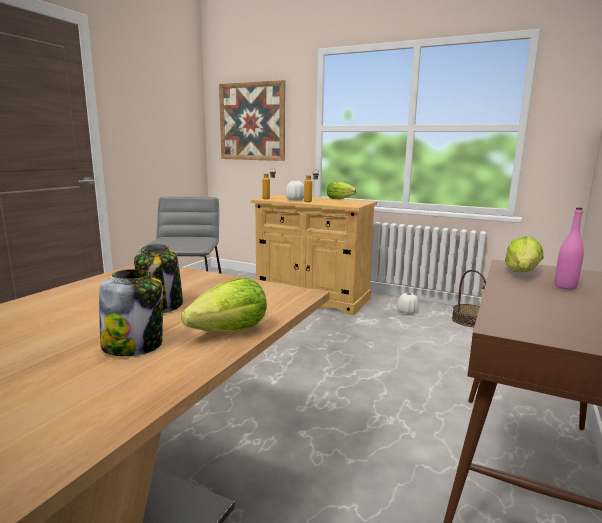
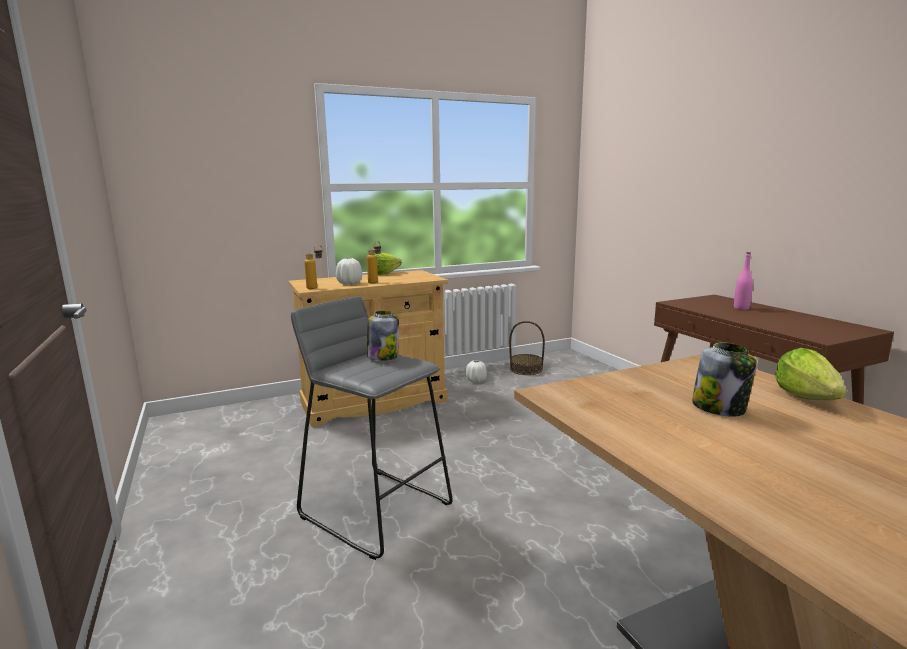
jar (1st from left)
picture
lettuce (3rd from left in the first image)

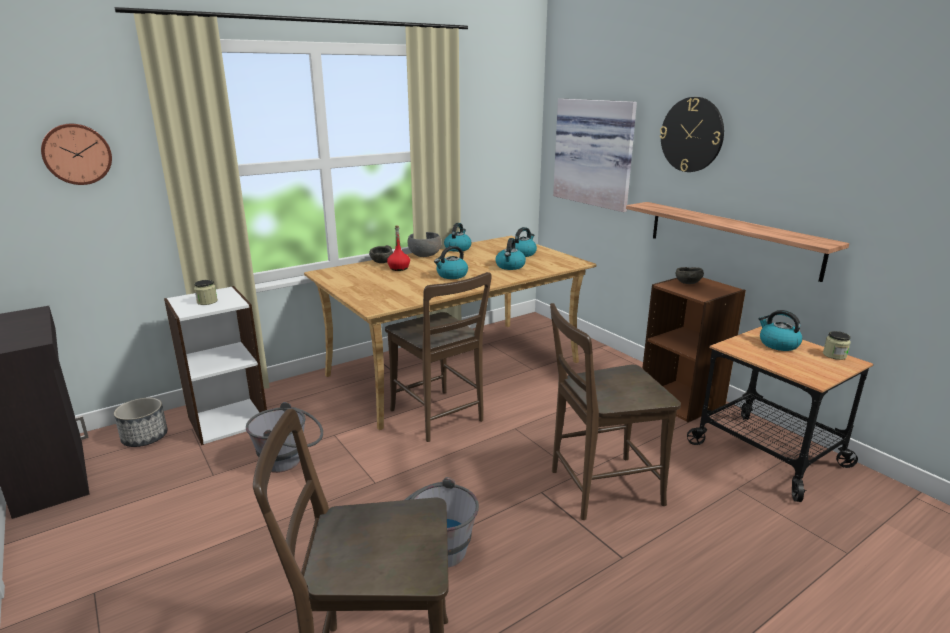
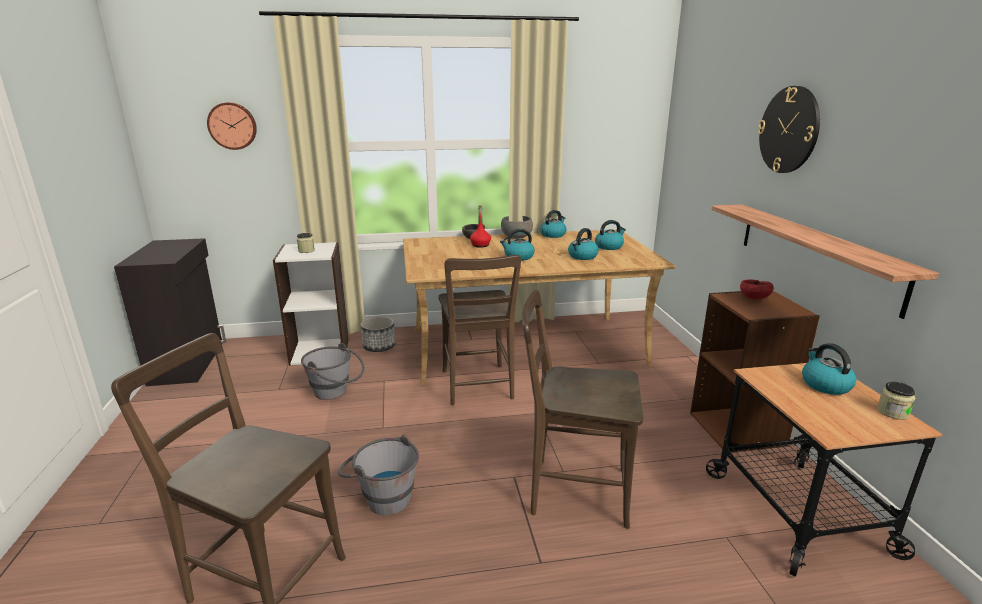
planter
bowl (red)
picture

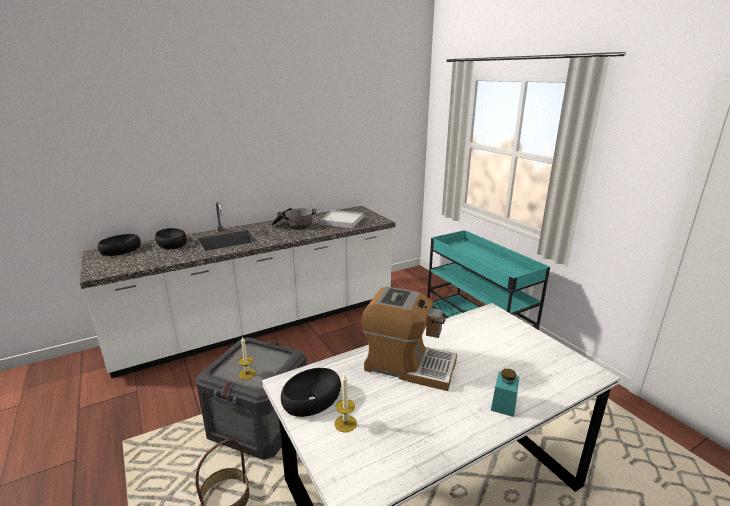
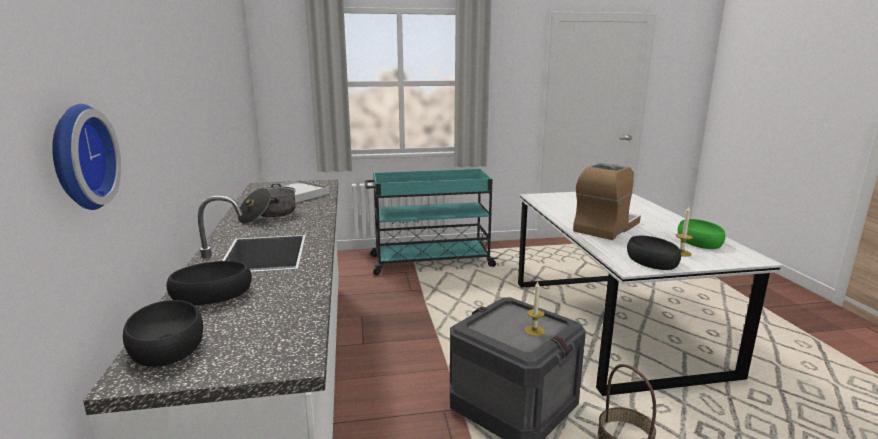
wall clock
bowl (green)
jar (turquoise)

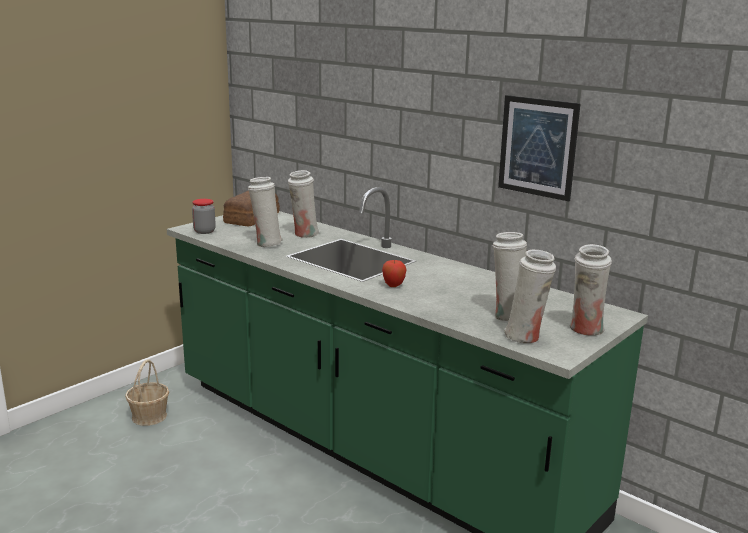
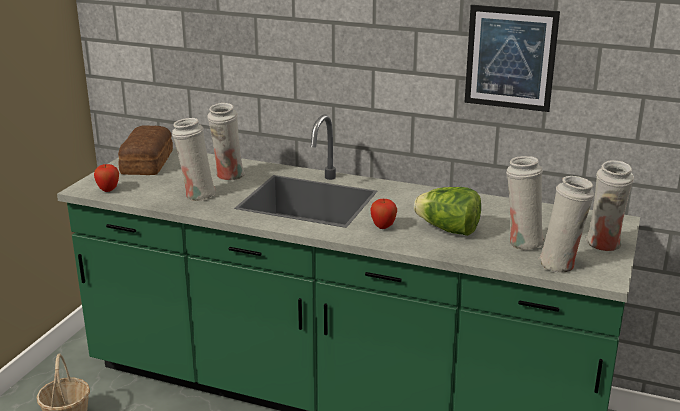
apple (1st from left)
lettuce

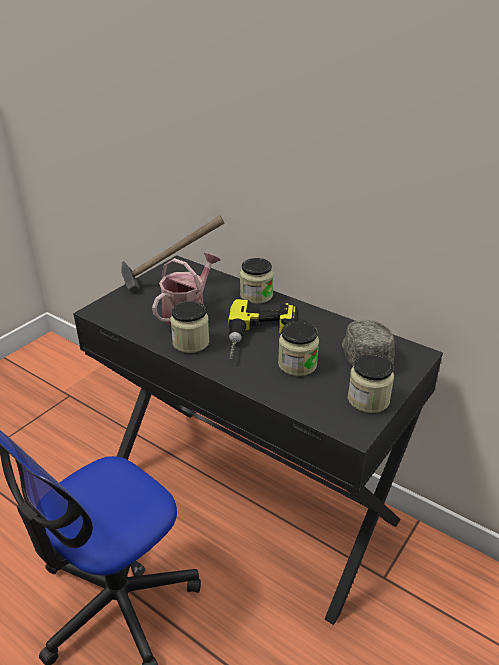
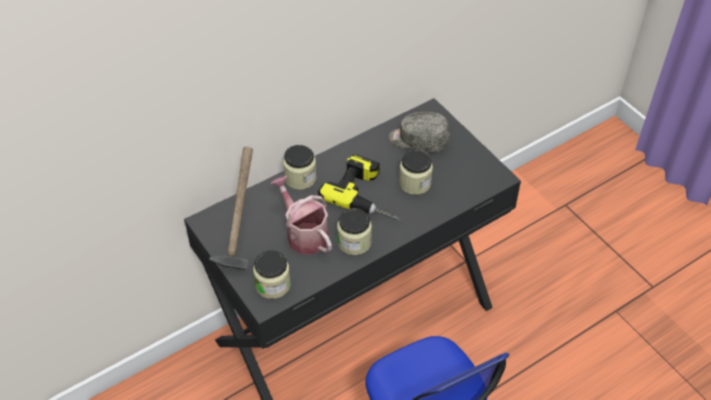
jar (1st from left)

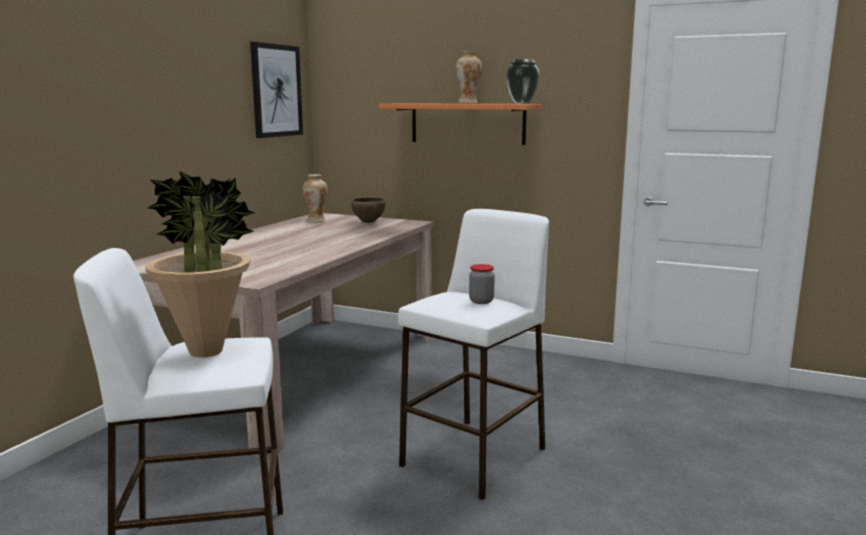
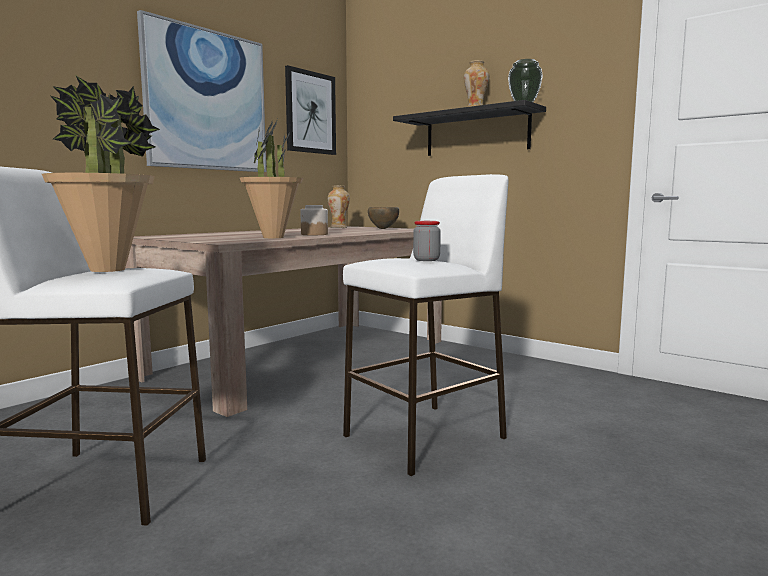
picture (1st from left)
potted plant (2nd from left)
jar (1st from left)
shelf (black)

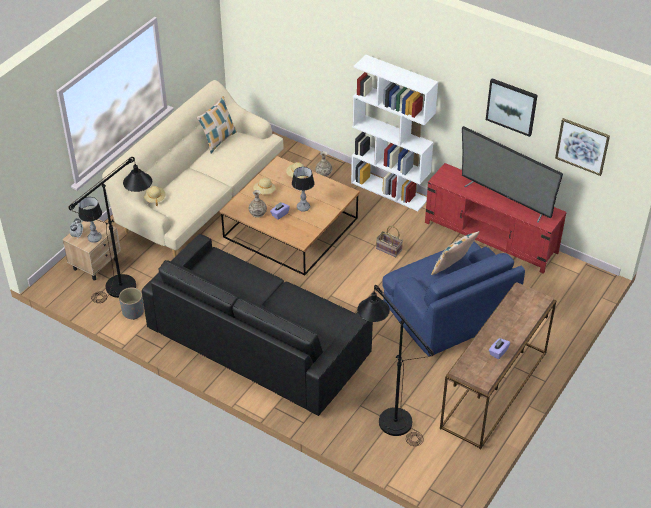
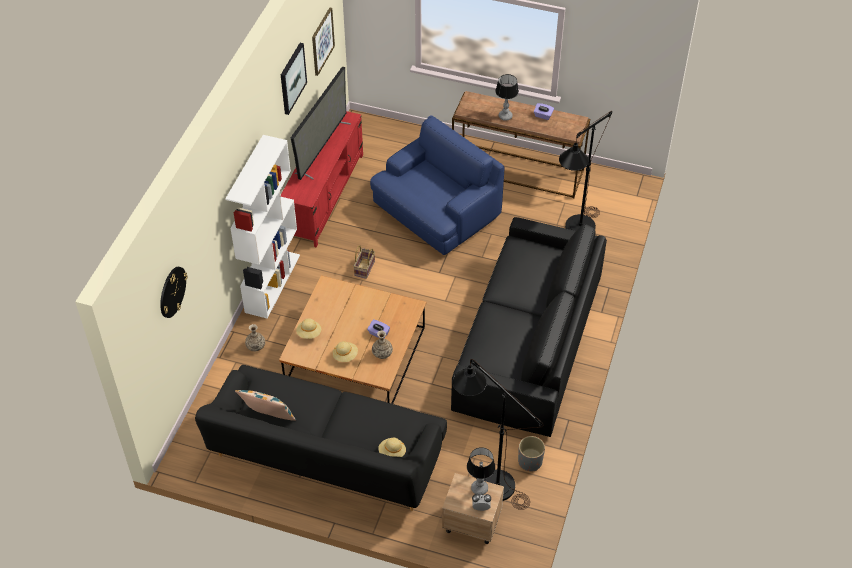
wall clock
sofa (black) (1st from left)
table lamp (2nd from left)
pillow (2nd from left in the first image)

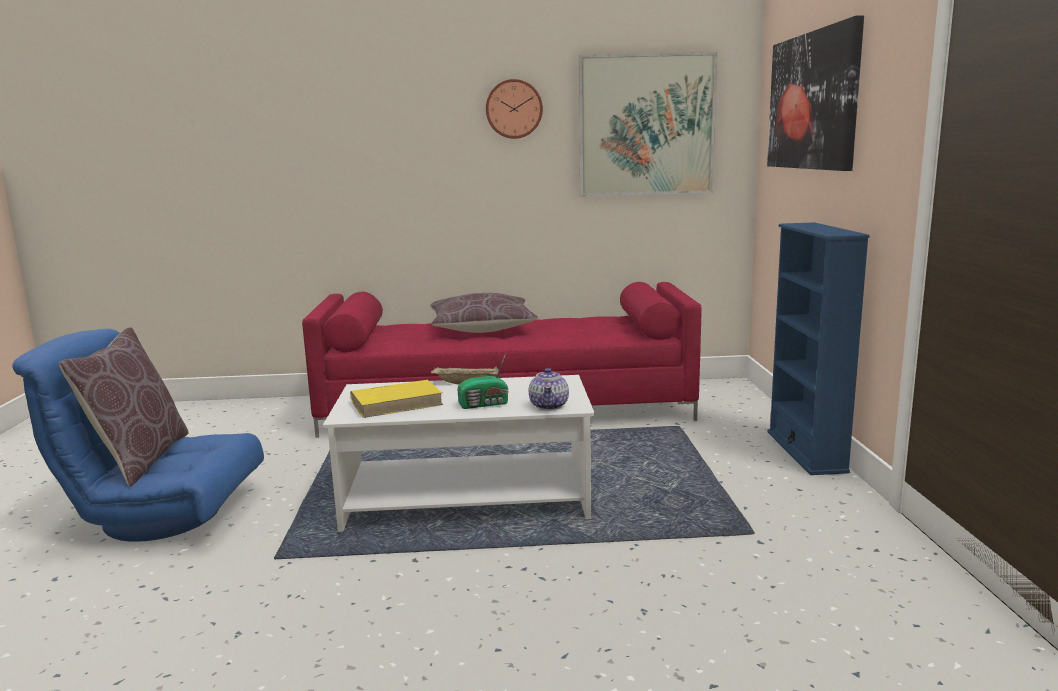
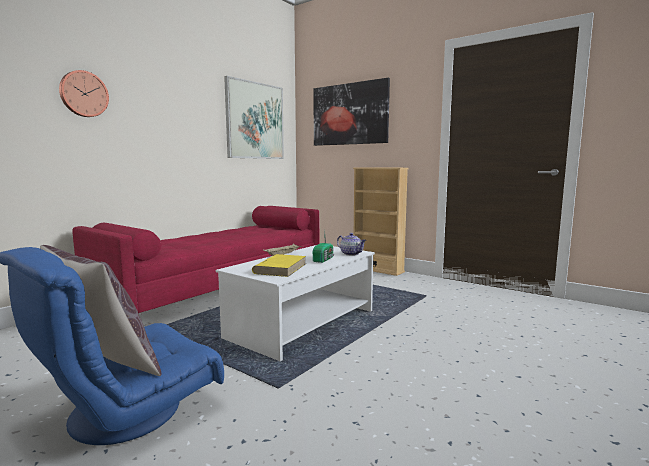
wall clock
bookcase (beige)
pillow (brown) (2nd from left in the first image)

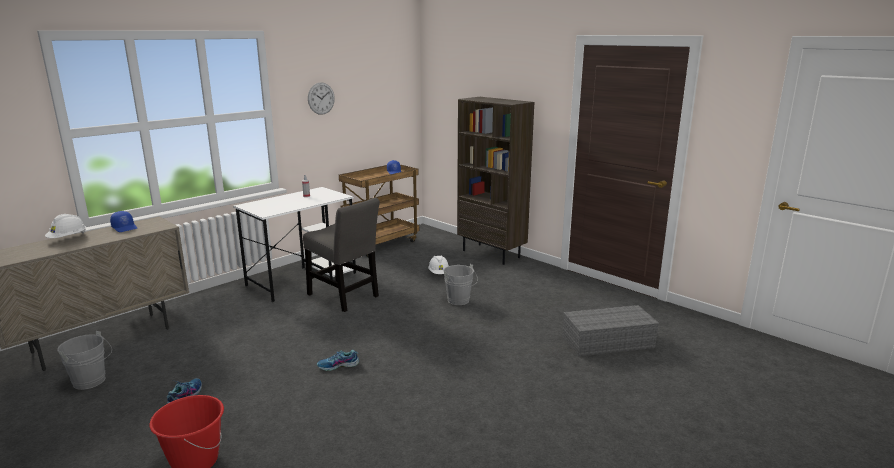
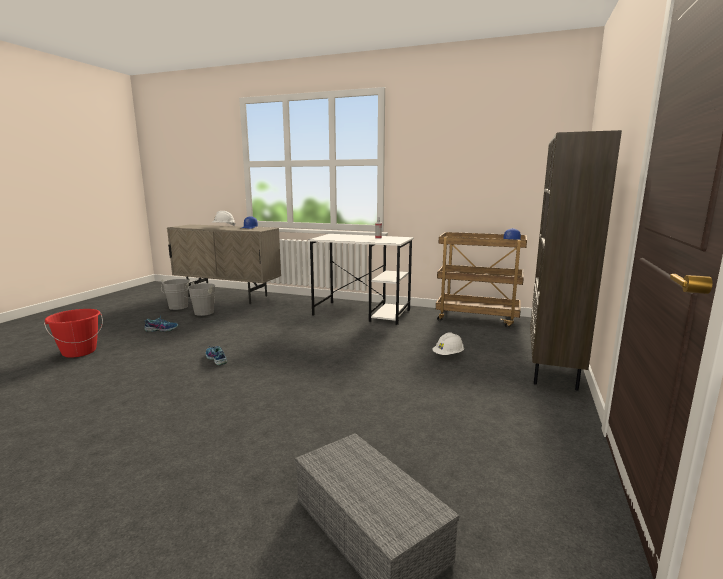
bucket (grey) (2nd from left)
chair (grey)
wall clock

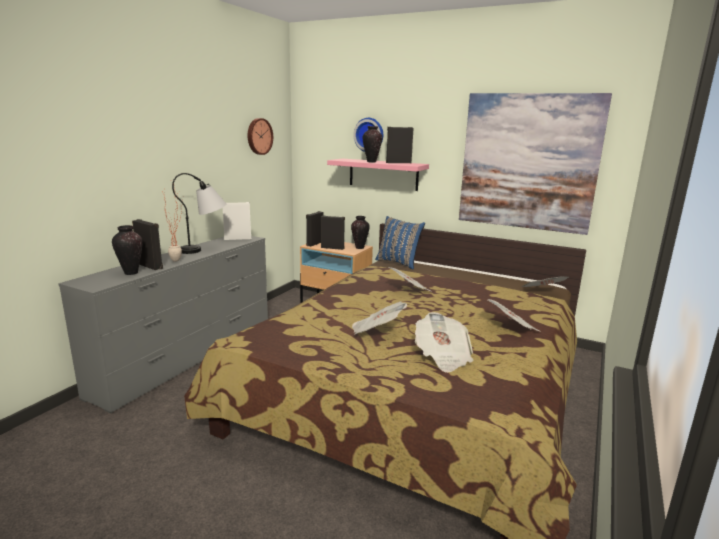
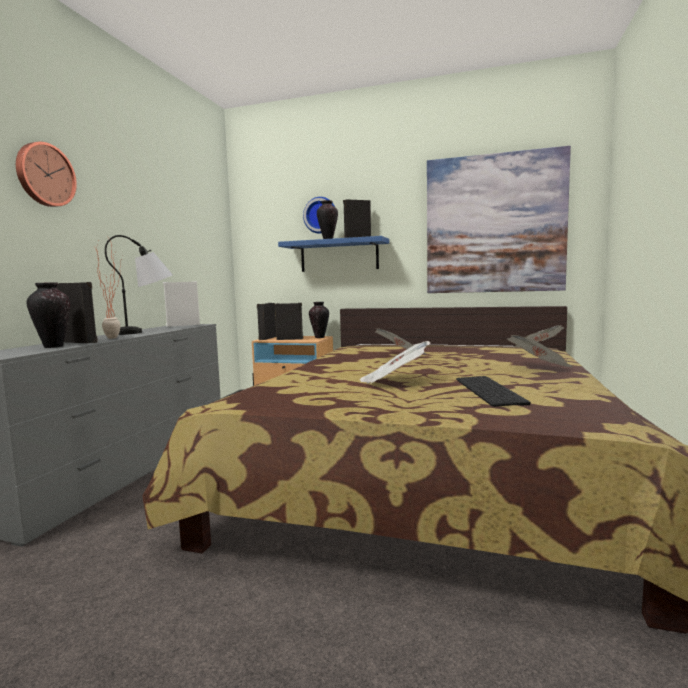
wall clock (1st from left)
shelf (blue)
keyboard
pillow (blue)

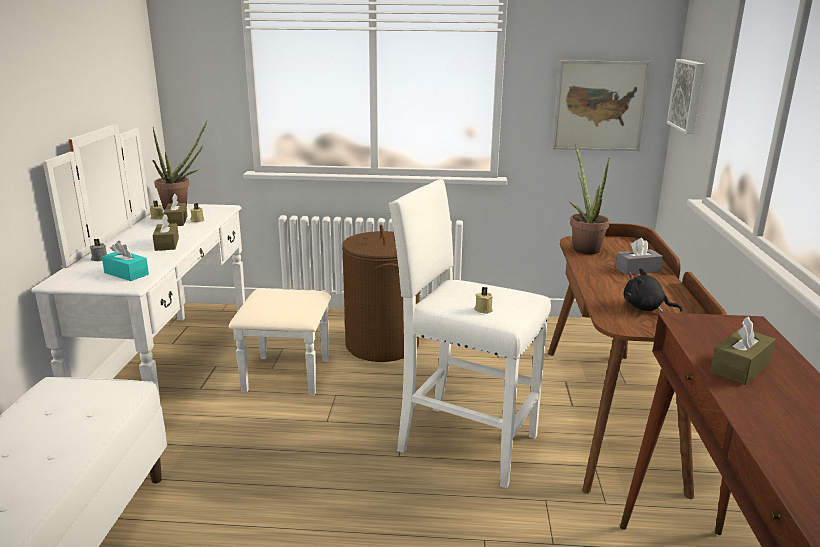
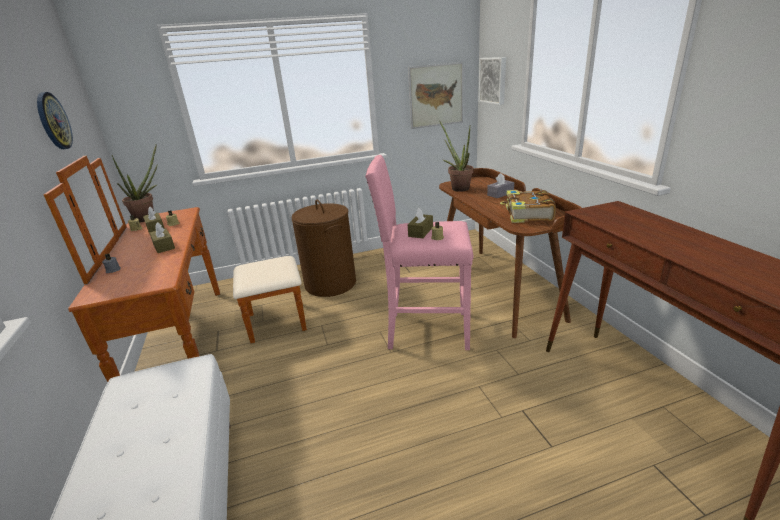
wall clock
dresser (brown)
stool (pink)
tissue box (brown) (3rd from left)
book
tissue box (turquoise)

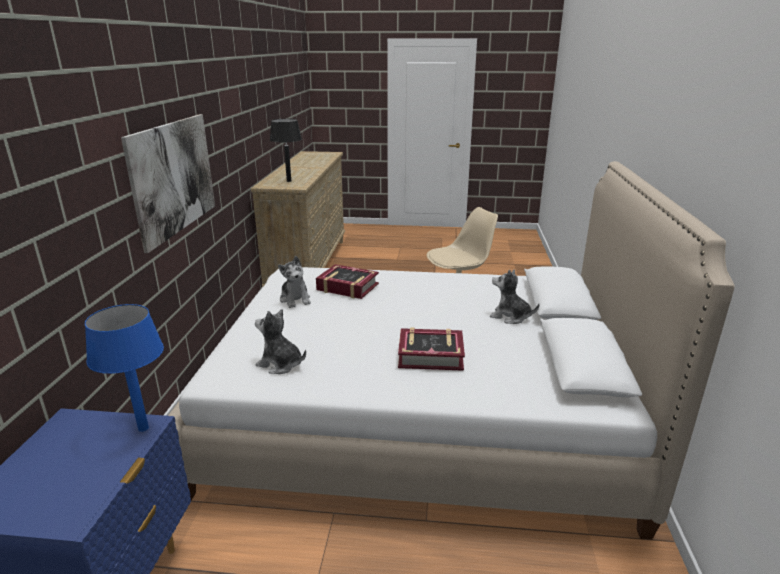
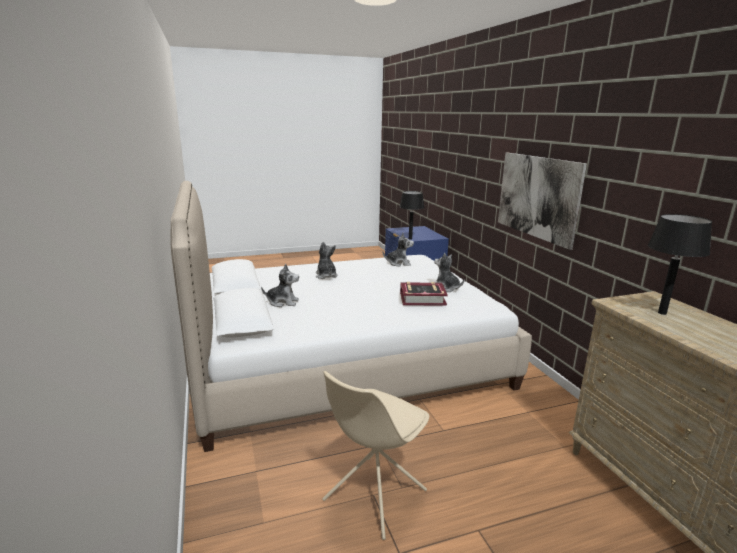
plush toy (2nd from left)
table lamp (black) (1st from left)

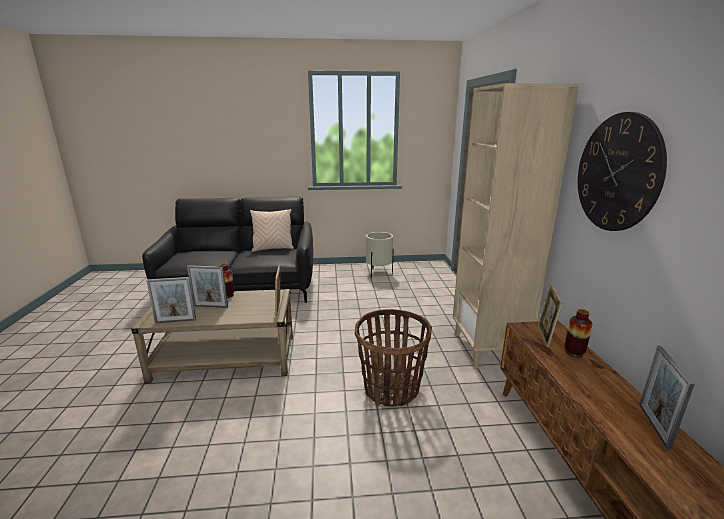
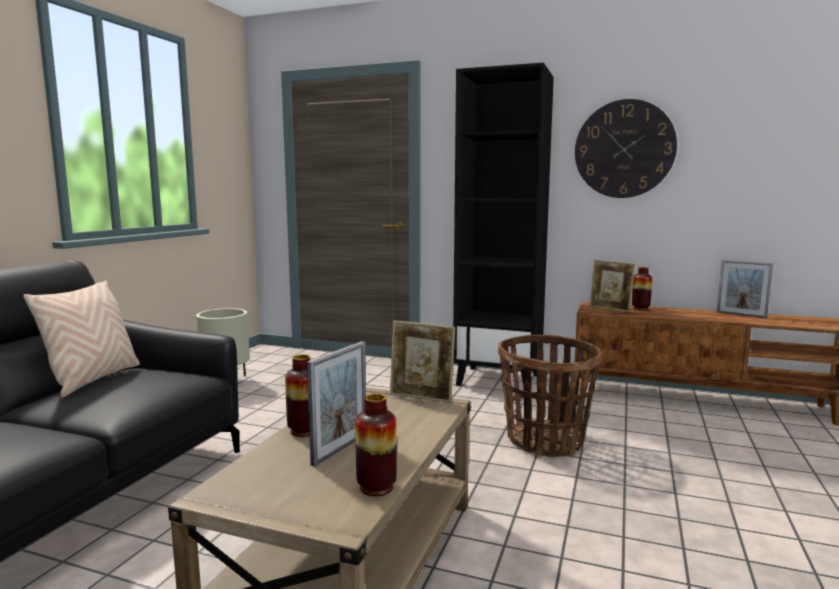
vase (2nd from left)
bookcase (black)

